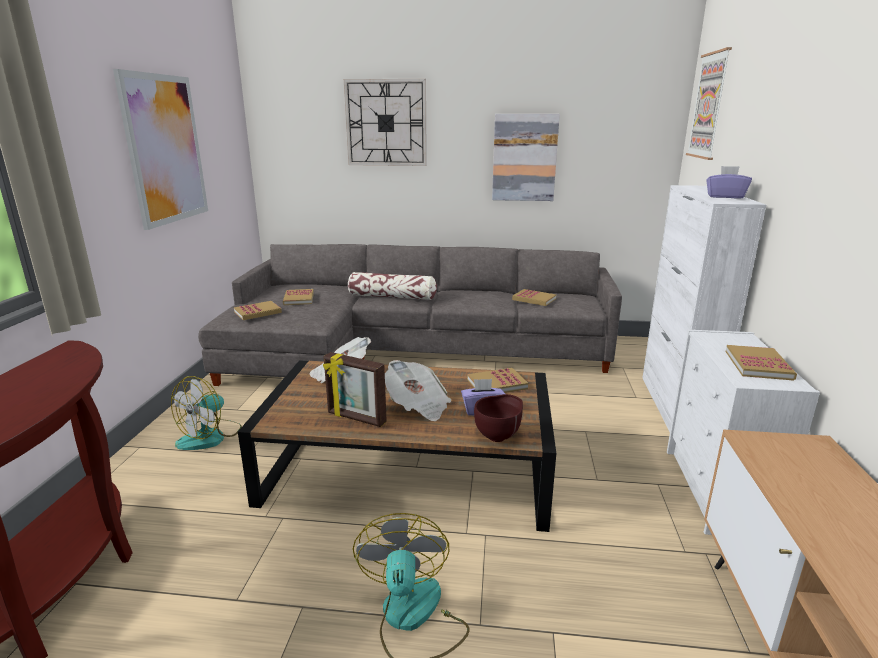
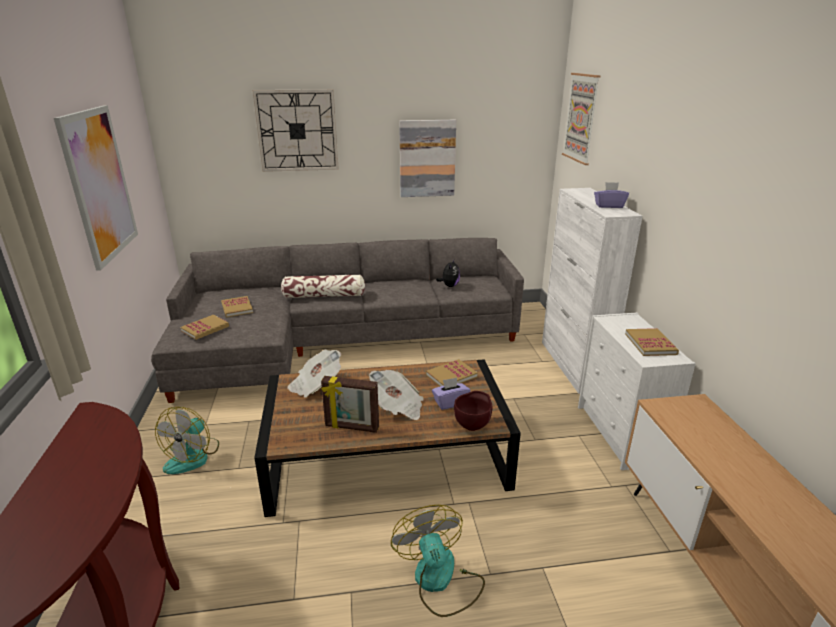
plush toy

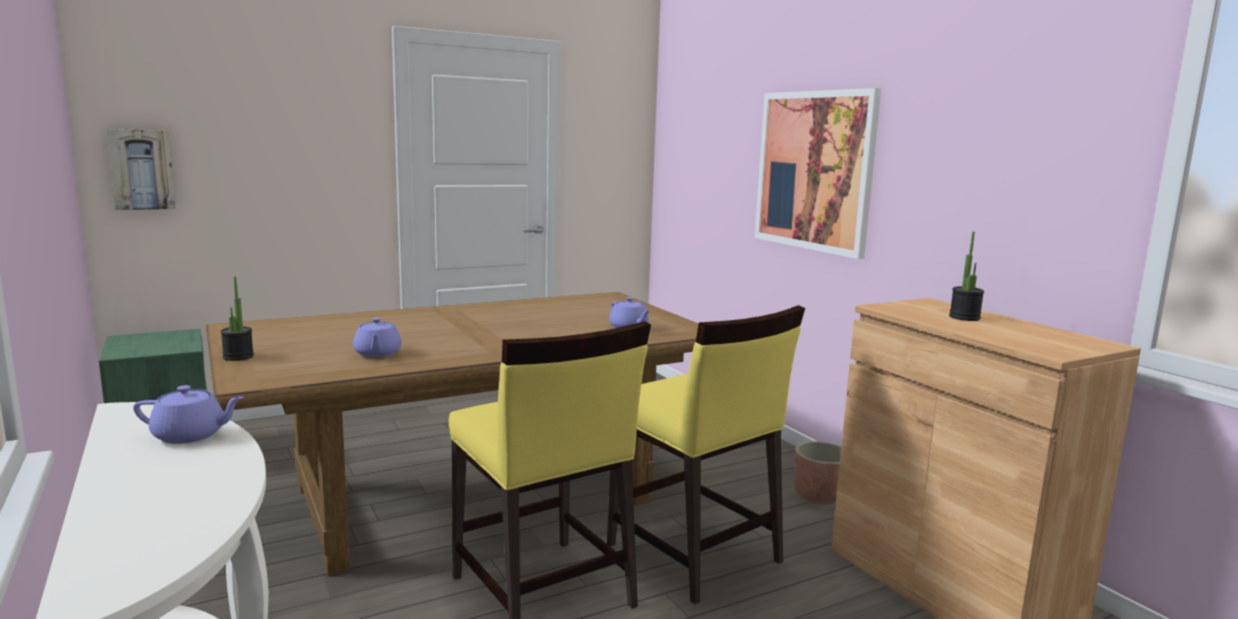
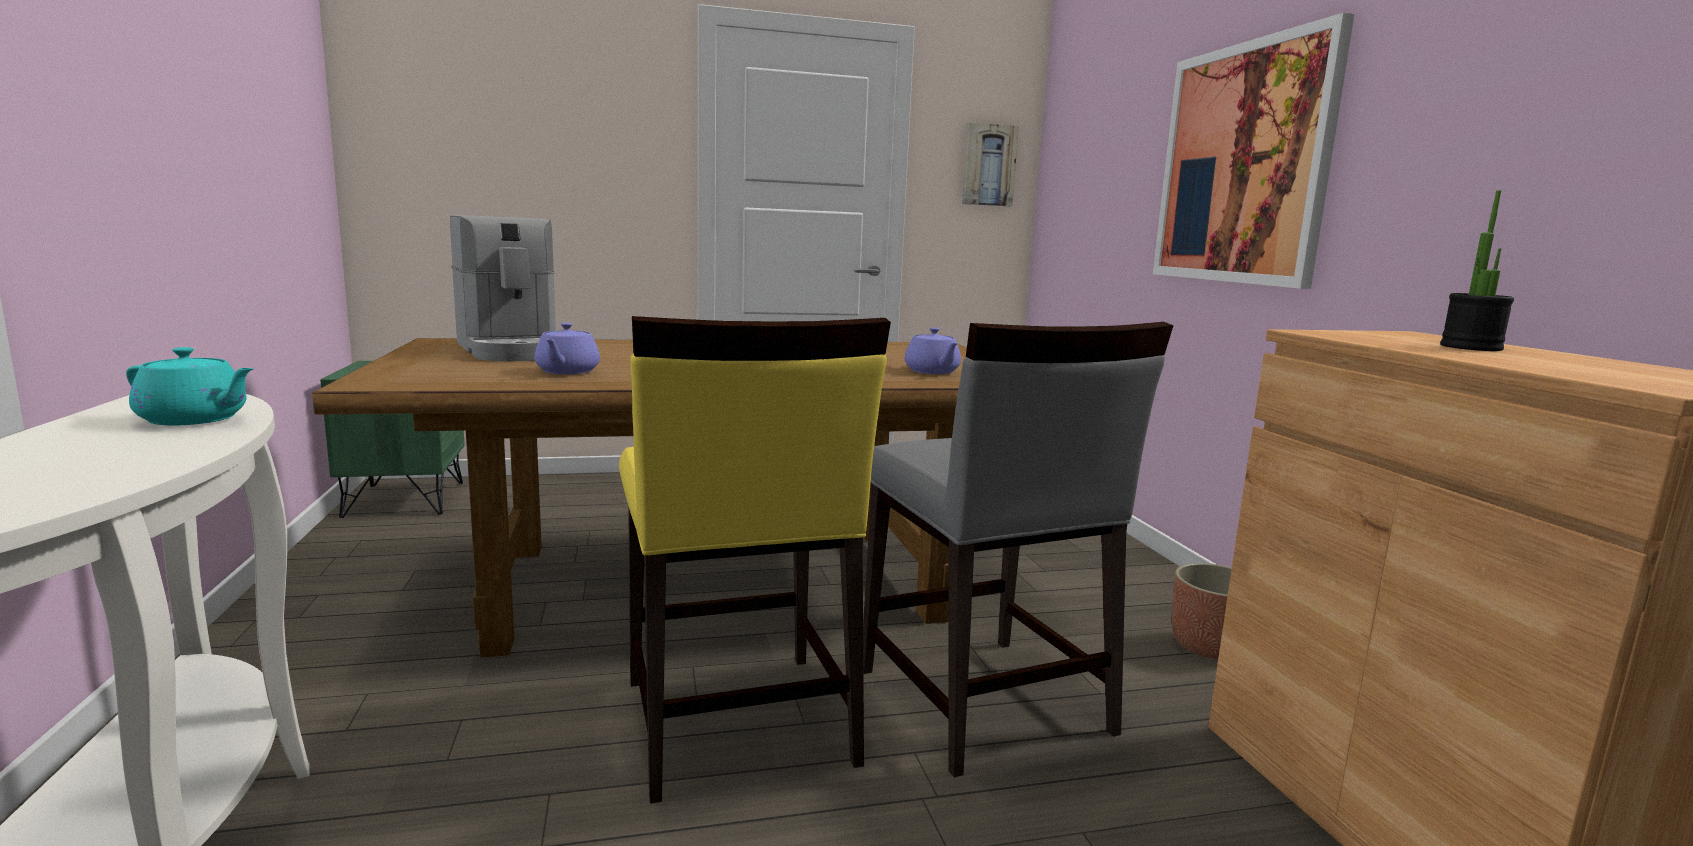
teapot (turquoise)
coffee machine
chair (grey)
picture (1st from left)
potted plant (1st from left in the first image)

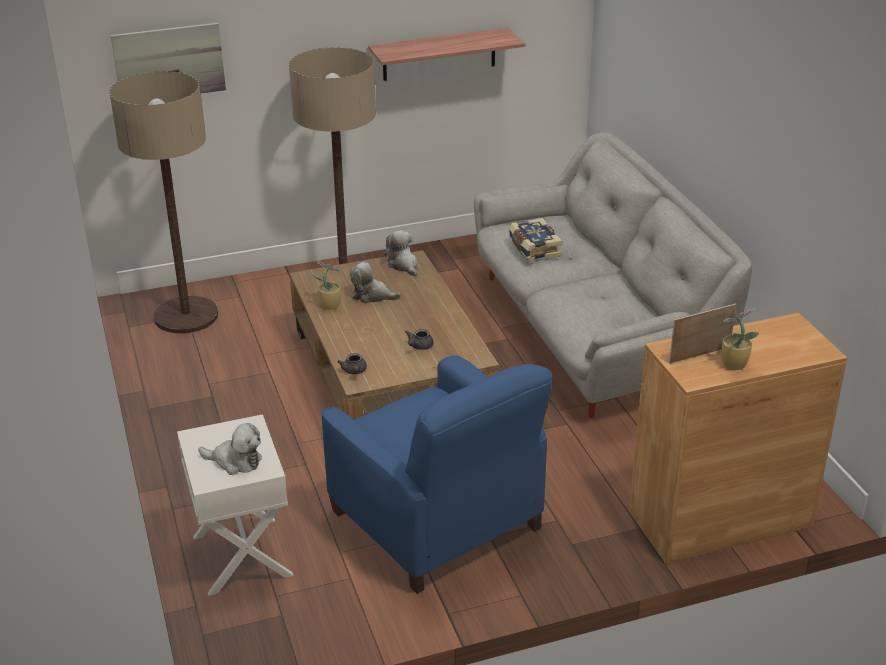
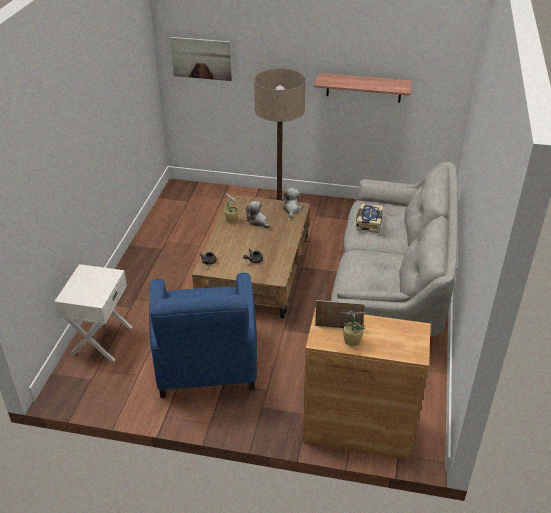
floor lamp (1st from left in the first image)
plush toy (1st from left in the first image)

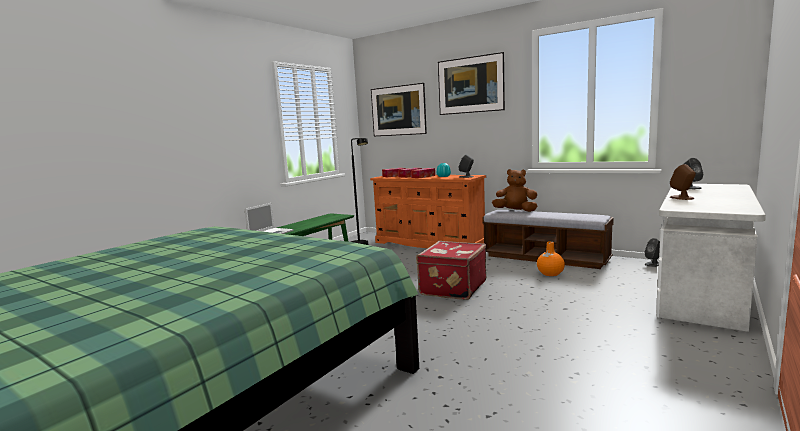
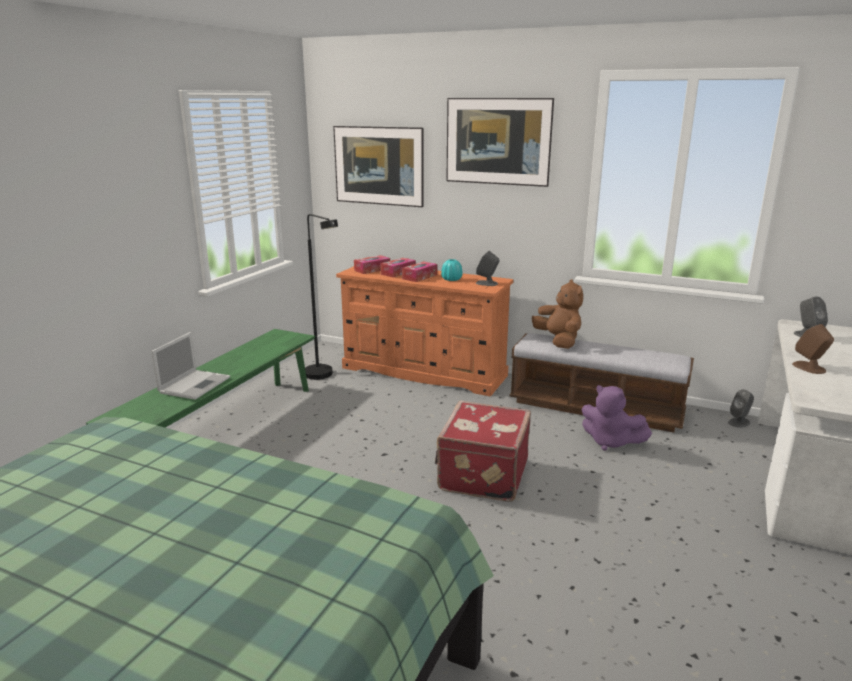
plush toy (brown)
plush toy (purple)

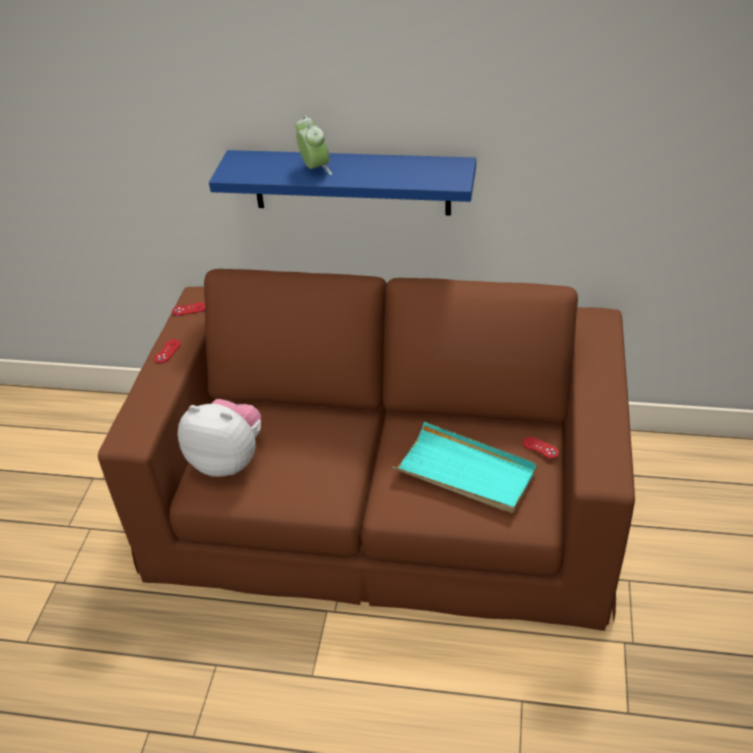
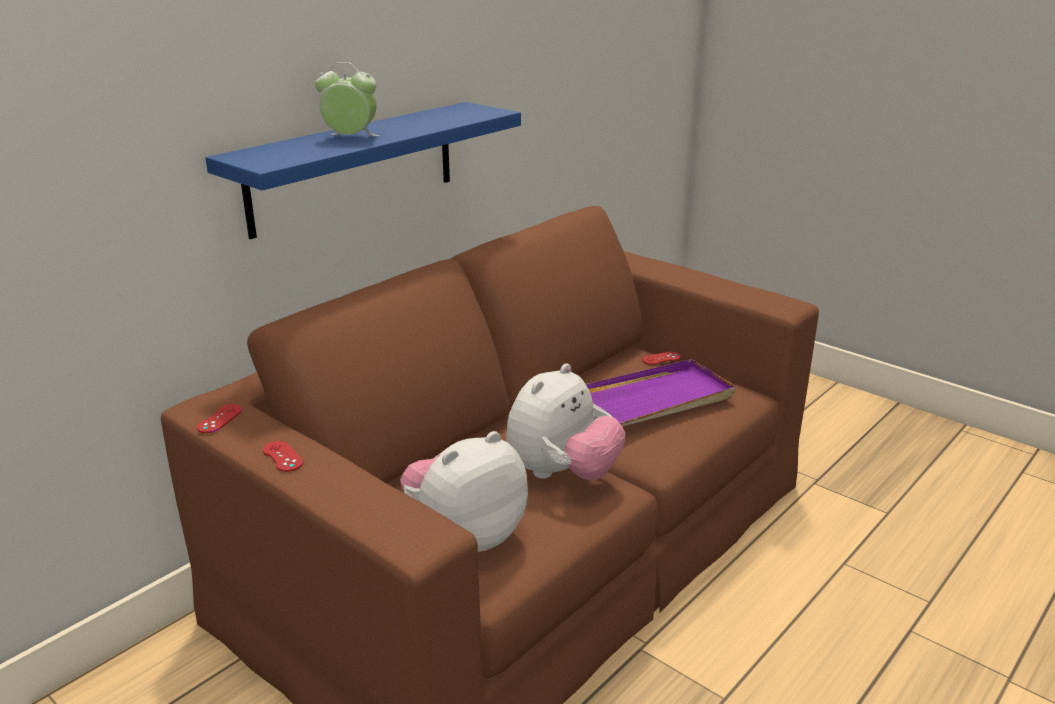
plush toy (2nd from left)
tray (purple)

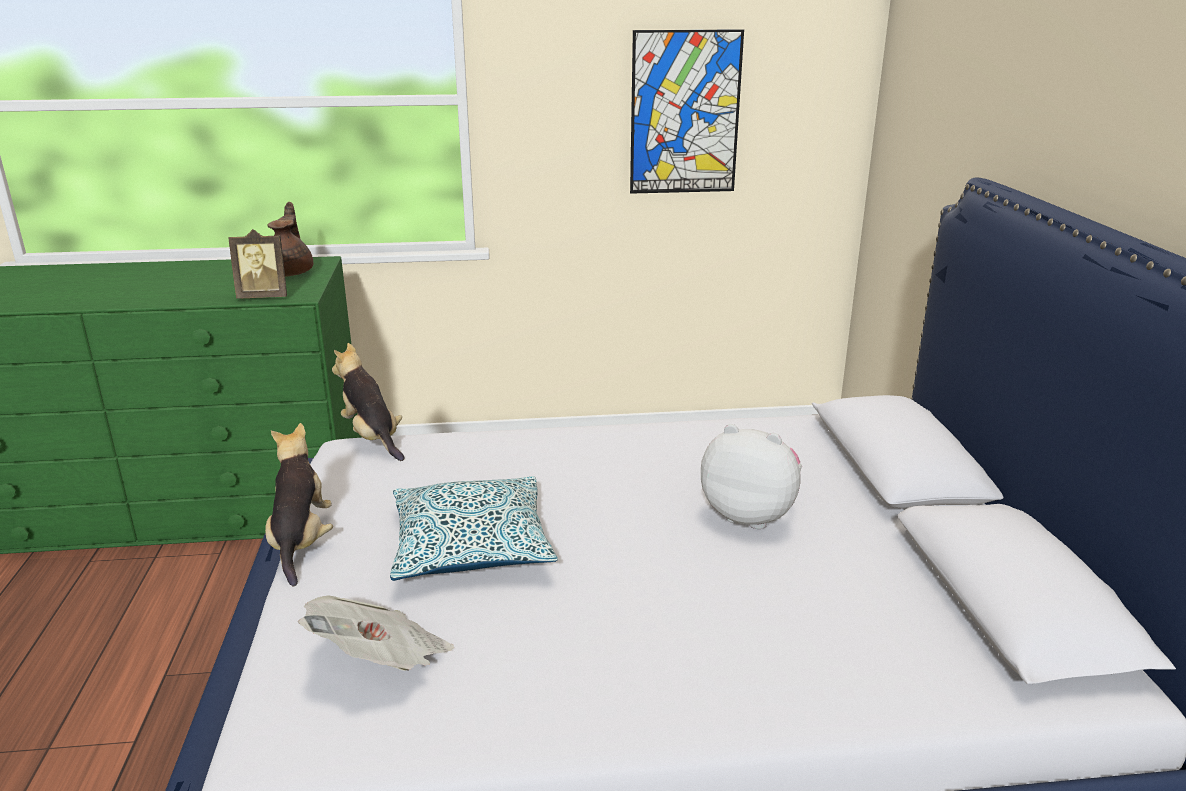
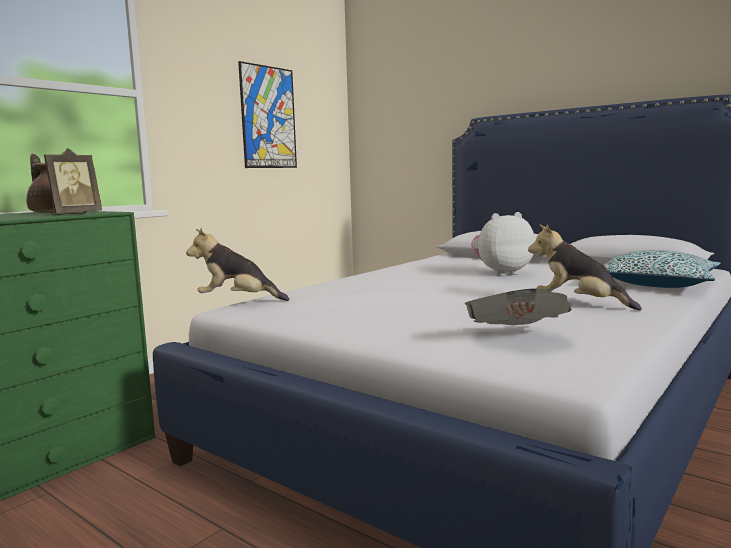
plush toy (3rd from left)
pillow

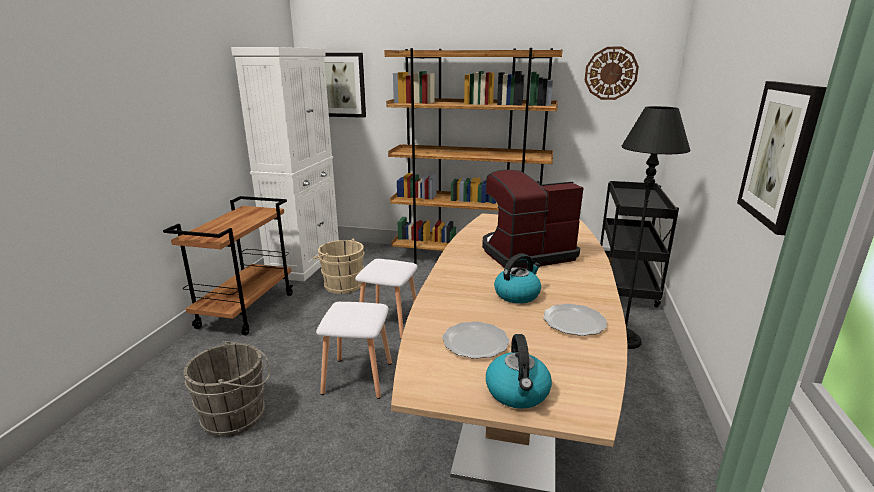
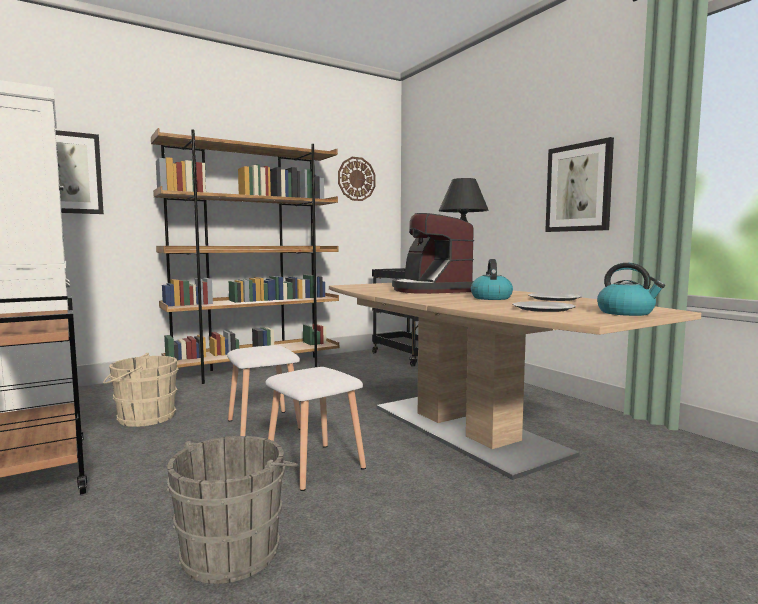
coffee machine

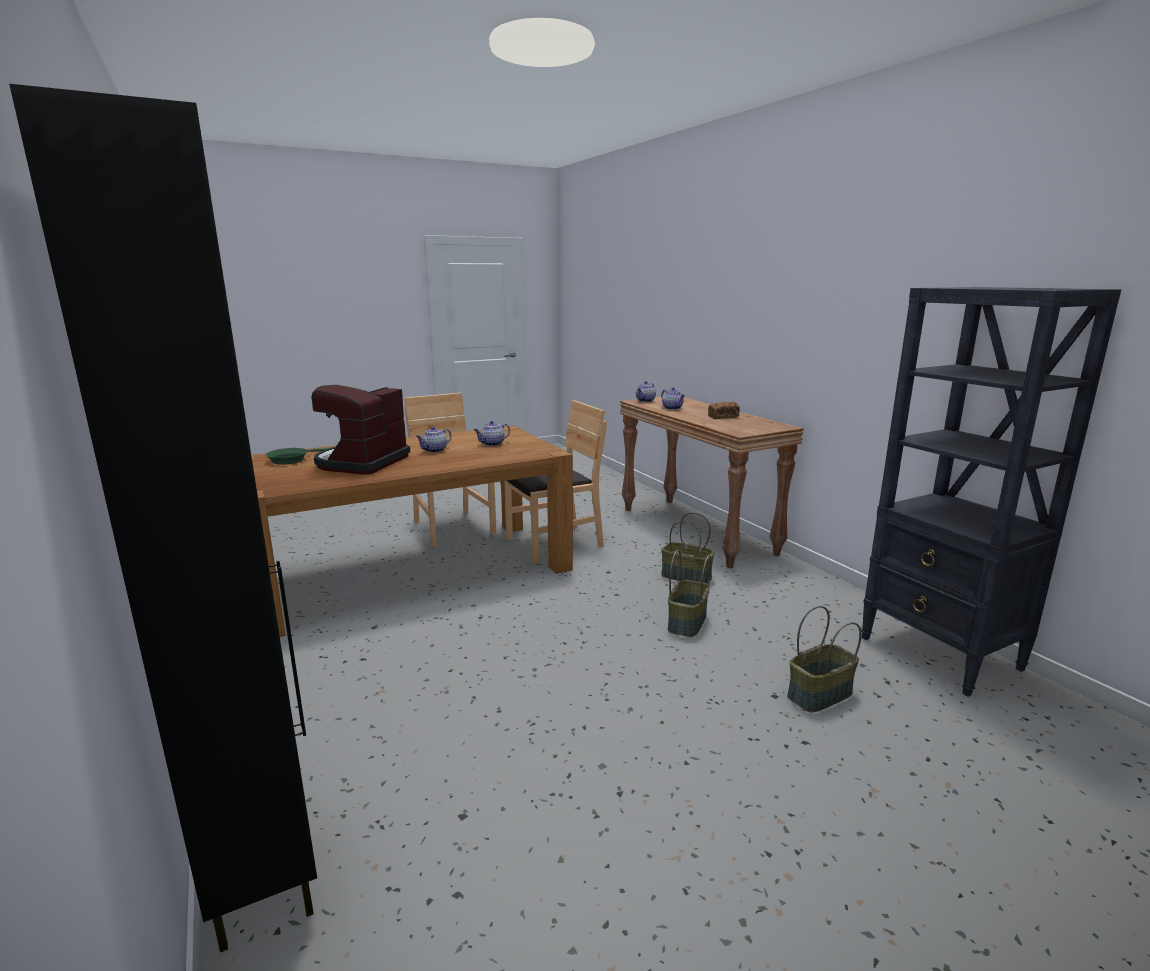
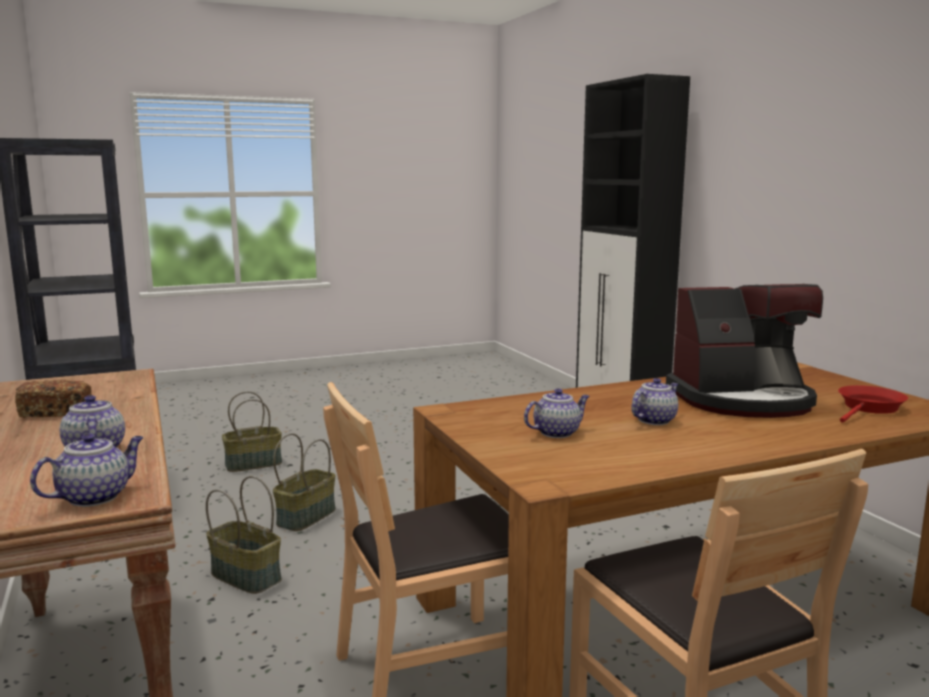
coffee machine
frying pan (red)

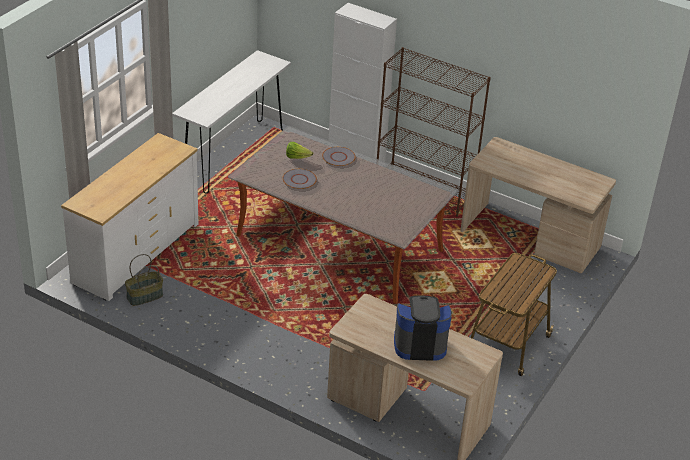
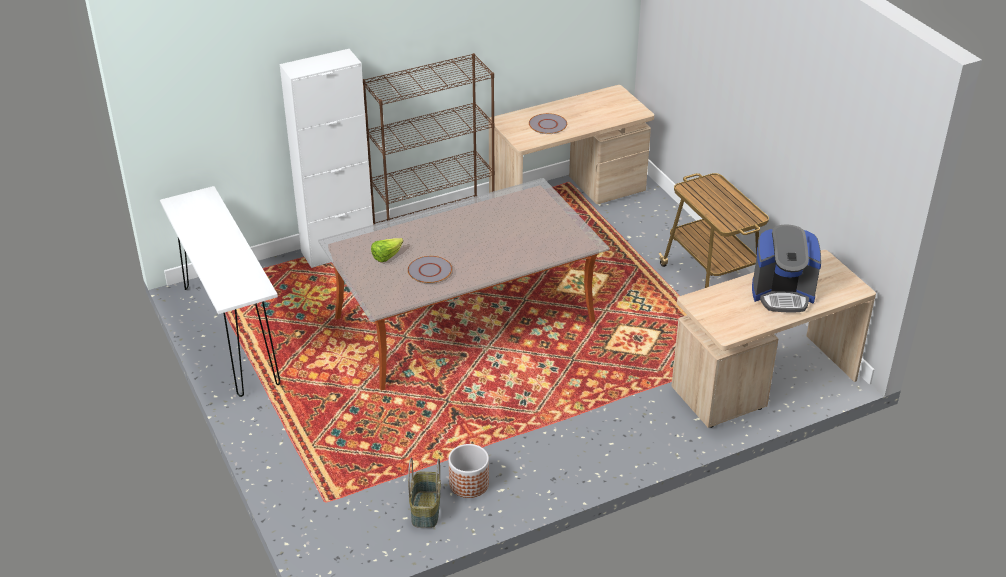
planter
plate (grey) (2nd from left)
coffee machine
dresser (white)

